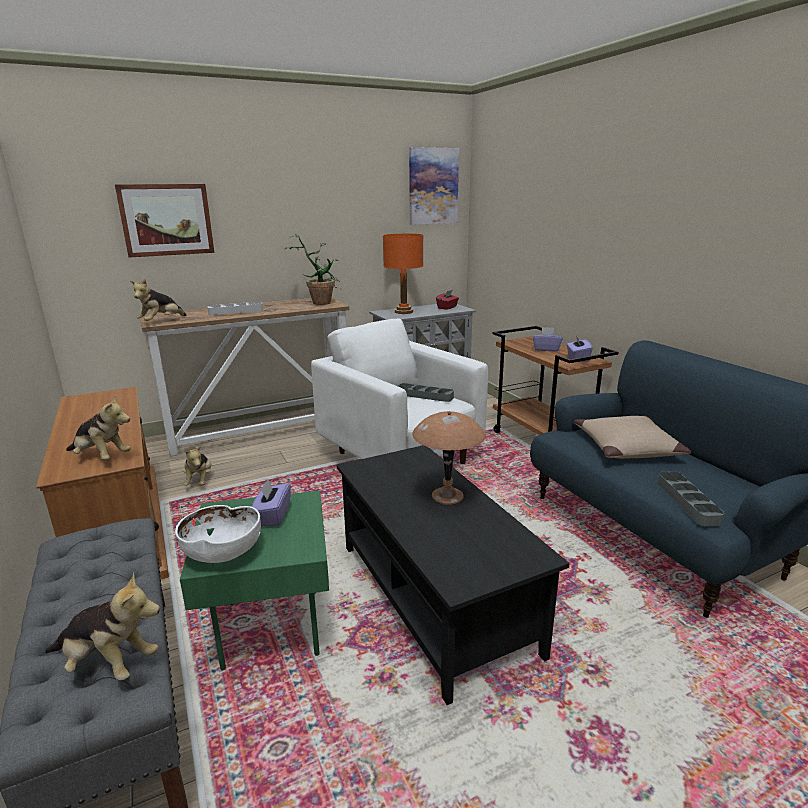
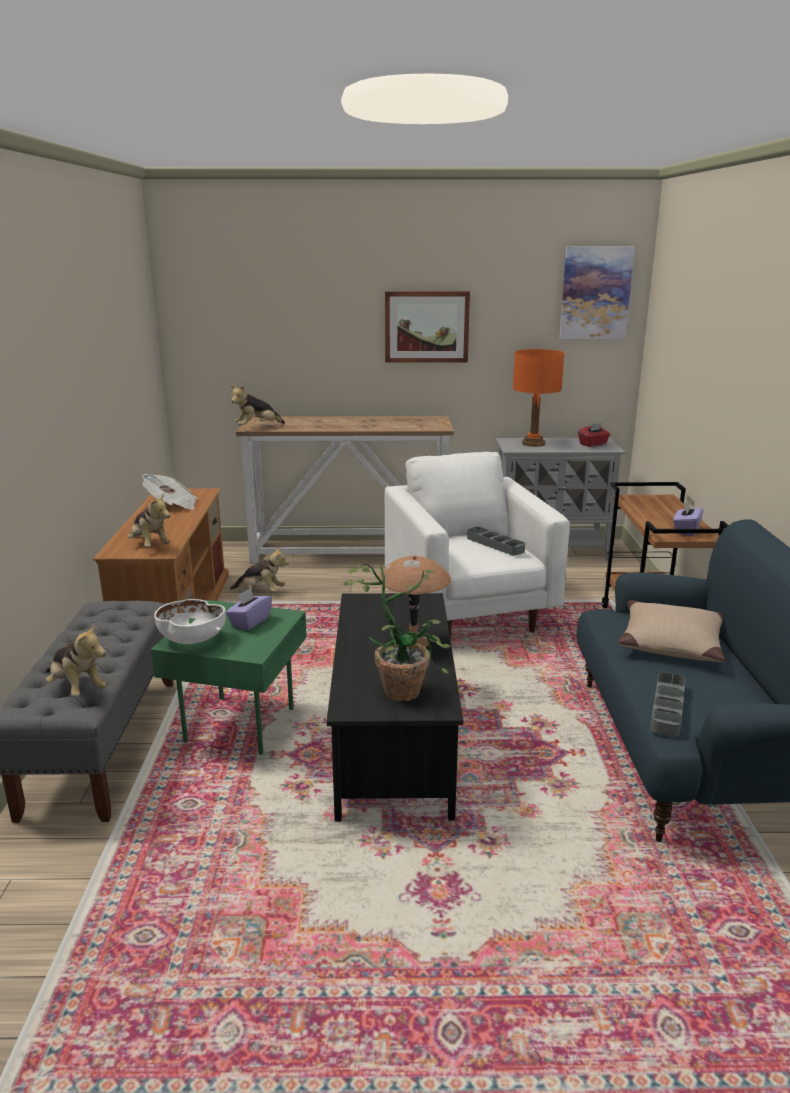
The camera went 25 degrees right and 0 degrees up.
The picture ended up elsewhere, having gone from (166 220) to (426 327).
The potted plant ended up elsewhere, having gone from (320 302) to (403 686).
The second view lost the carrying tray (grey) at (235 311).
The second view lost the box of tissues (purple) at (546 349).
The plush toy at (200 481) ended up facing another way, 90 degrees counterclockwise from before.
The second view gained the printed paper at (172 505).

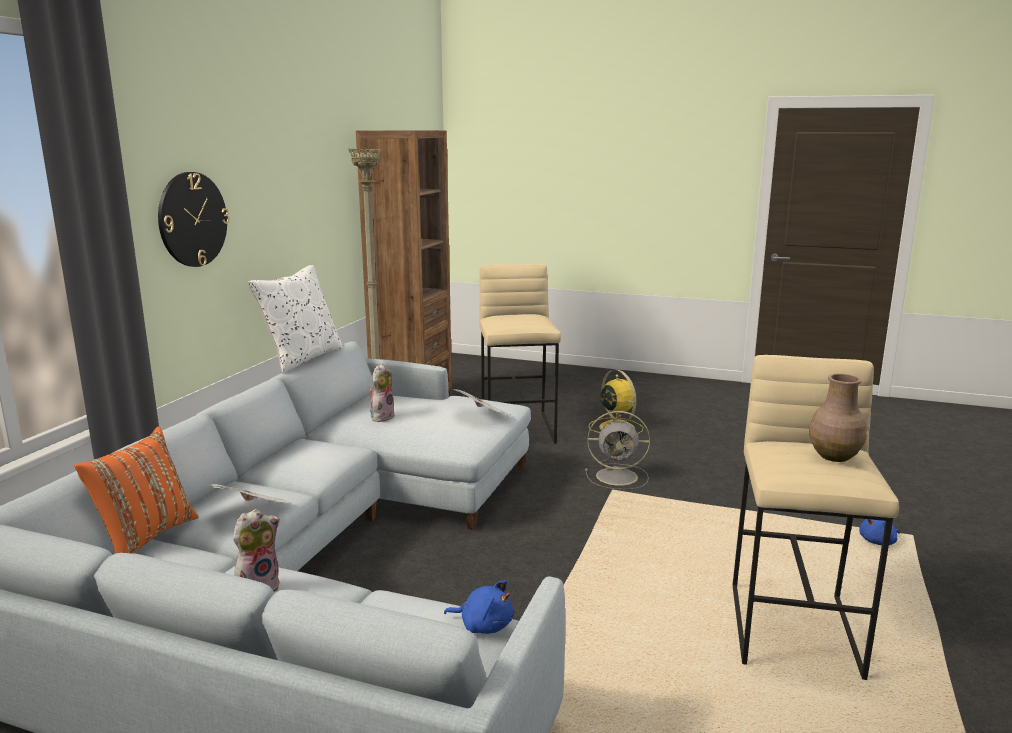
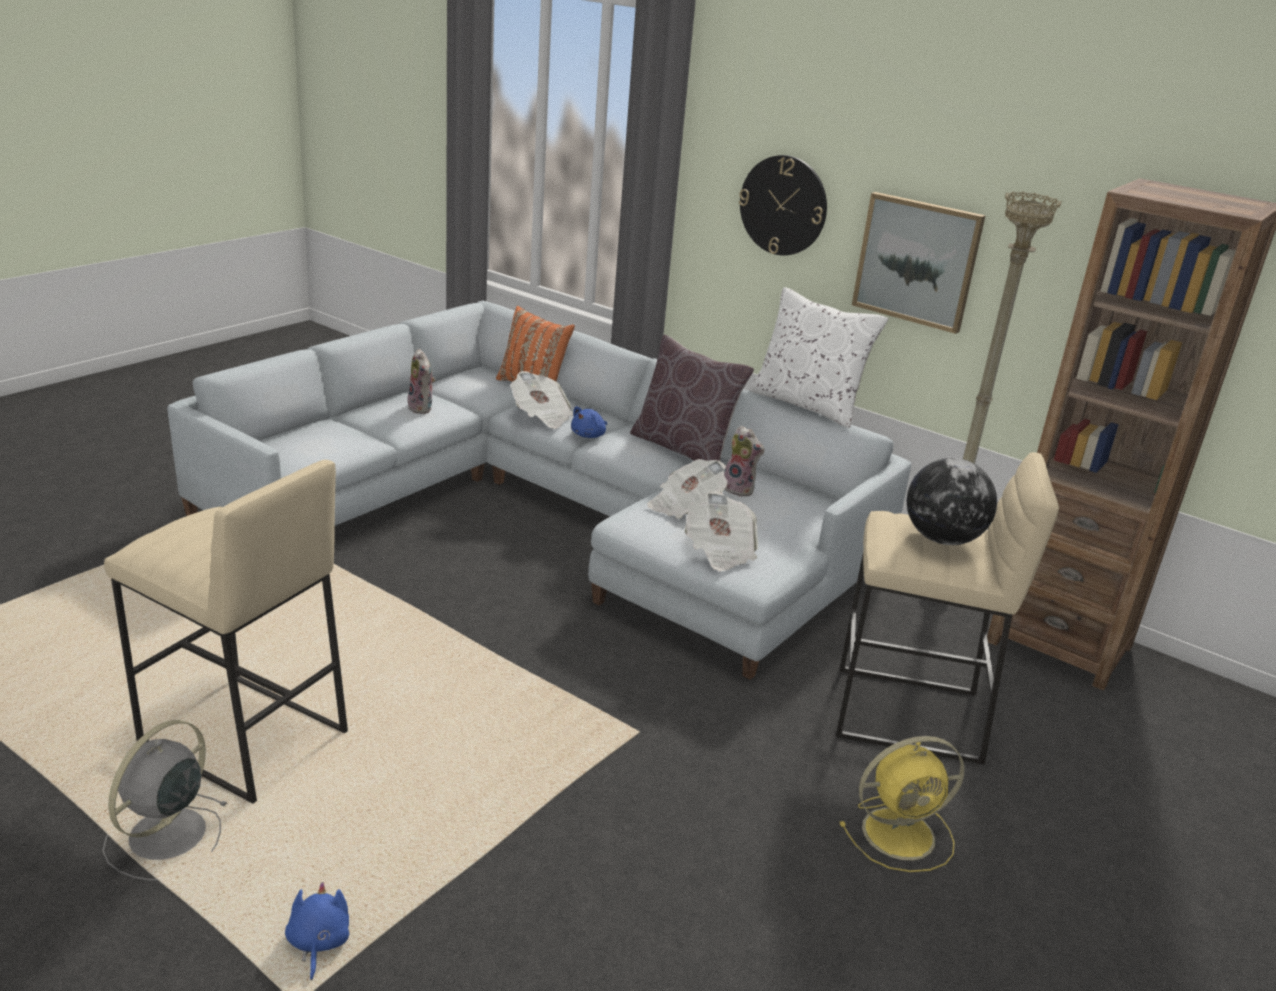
The camera went 105 degrees right and 10 degrees up.
The second view lost the vase (brown) at (833 456).
The fan (grey) ended up elsewhere, having gone from (619 477) to (165 837).
The plush toy (blue) ended up elsewhere, having gone from (484 625) to (589 435).
The second view gained the picture at (917 261).
The second view gained the cushion (brown) at (684 449).
The second view gained the globe at (942 539).
The second view gained the printed paper at (685 506).

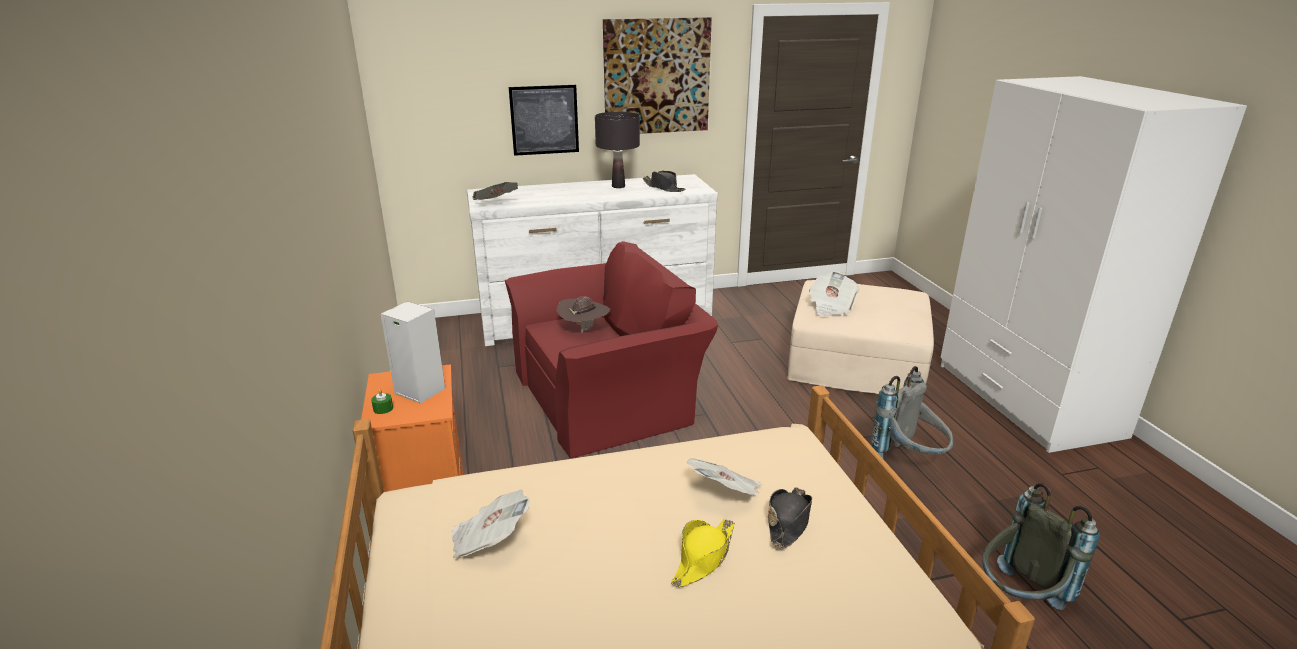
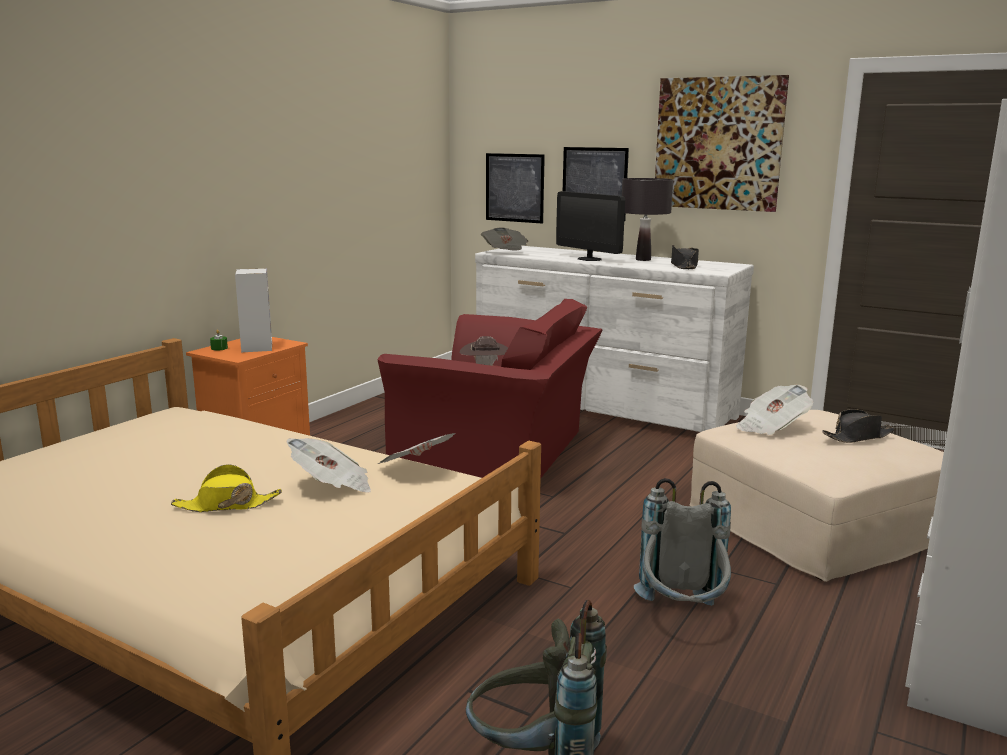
The camera went 45 degrees right and 10 degrees down.
The clothing hat (black-coloured) ended up elsewhere, having gone from (788 522) to (858 437).
The printed paper ended up elsewhere, having gone from (489 540) to (416 468).
The second view gained the picture at (514 188).
The second view gained the monitor at (589 259).

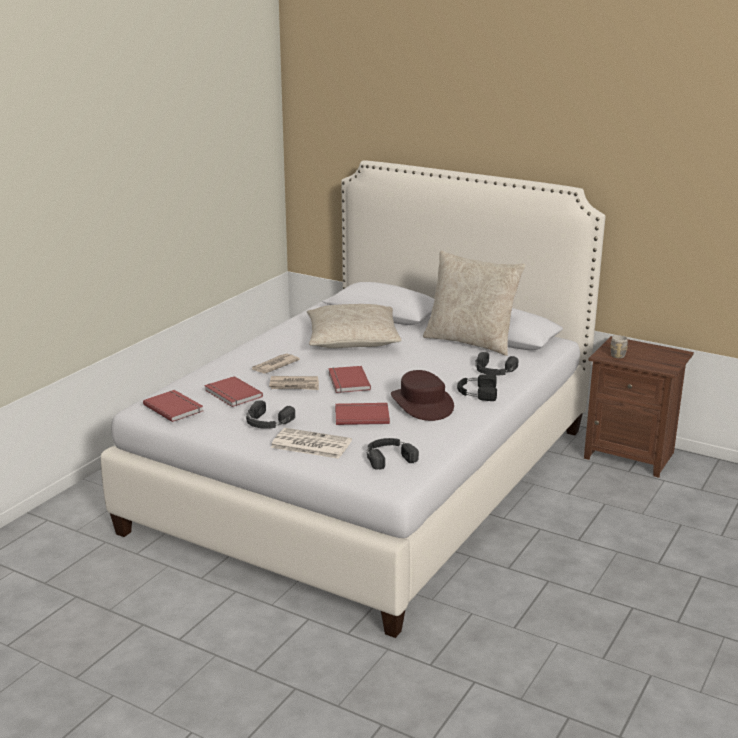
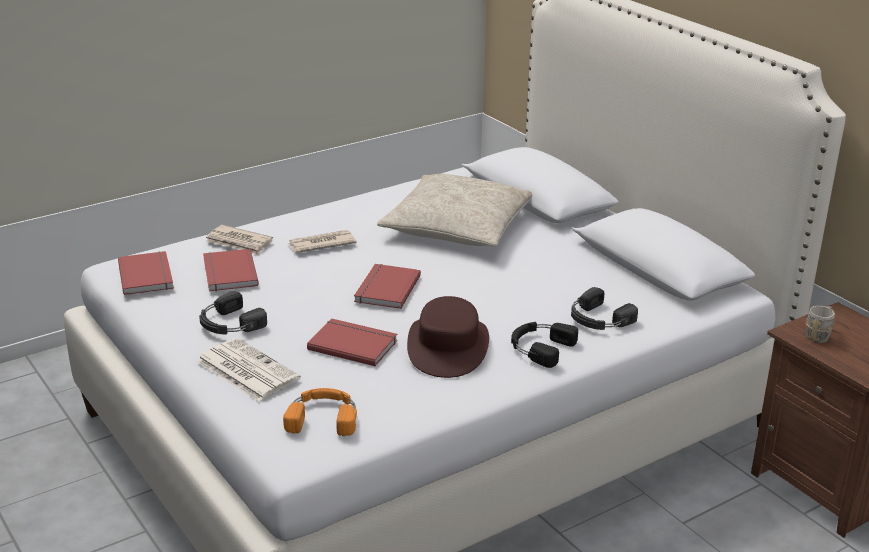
The camera went 25 degrees right and 5 degrees up.
The second view lost the cushion (beige) at (471 342).
The printed paper ended up elsewhere, having gone from (294 385) to (239 243).
What was the pair of headphones (black-coloured) at (388 457) turned into the pair of headphones (orange) at (323 417).

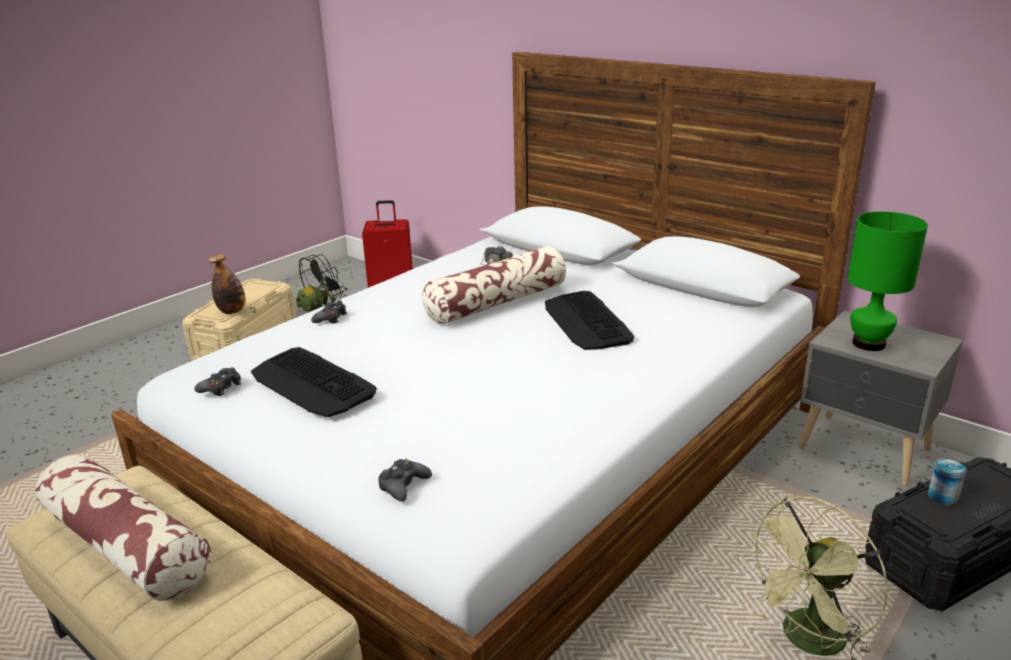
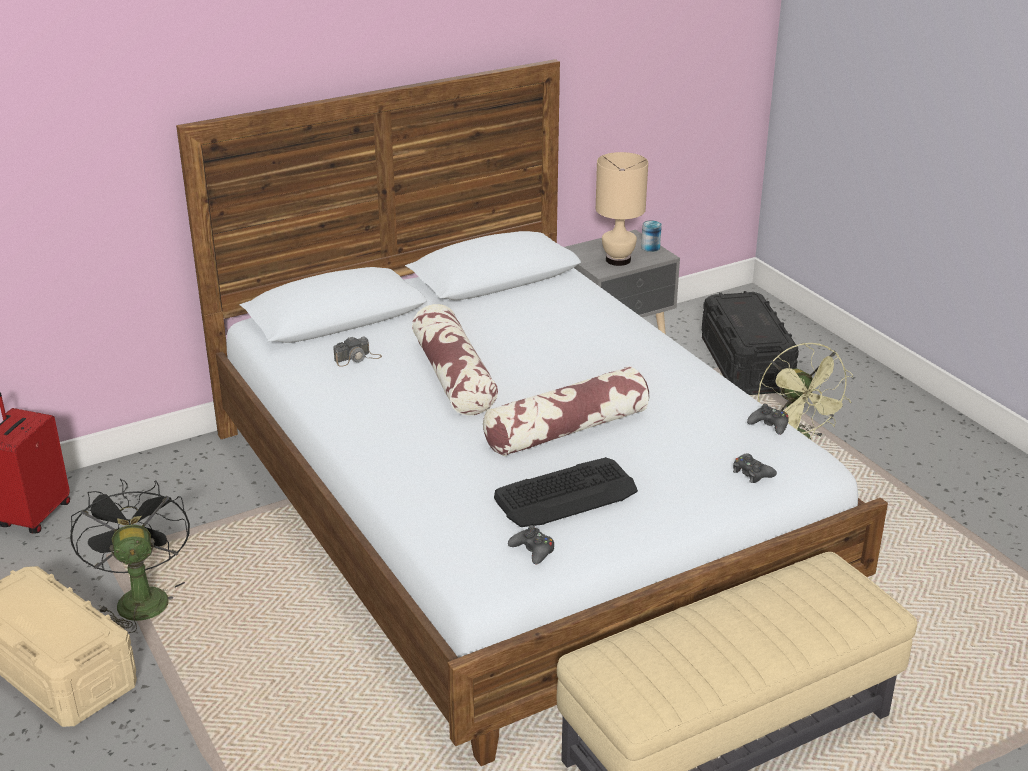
The camera went 70 degrees left and 5 degrees up.
What was the tabletop lamp (greenish) at (868 344) turned into the tabletop lamp (beige) at (618 260).
The second view lost the drink bottle at (232 311).
The second view lost the computer keyboard at (586 322).
The joypad (black-coloured) ended up elsewhere, having gone from (330 318) to (769 425).
The cushion ended up elsewhere, having gone from (125 546) to (566 430).
The sealed can ended up elsewhere, having gone from (943 496) to (650 247).

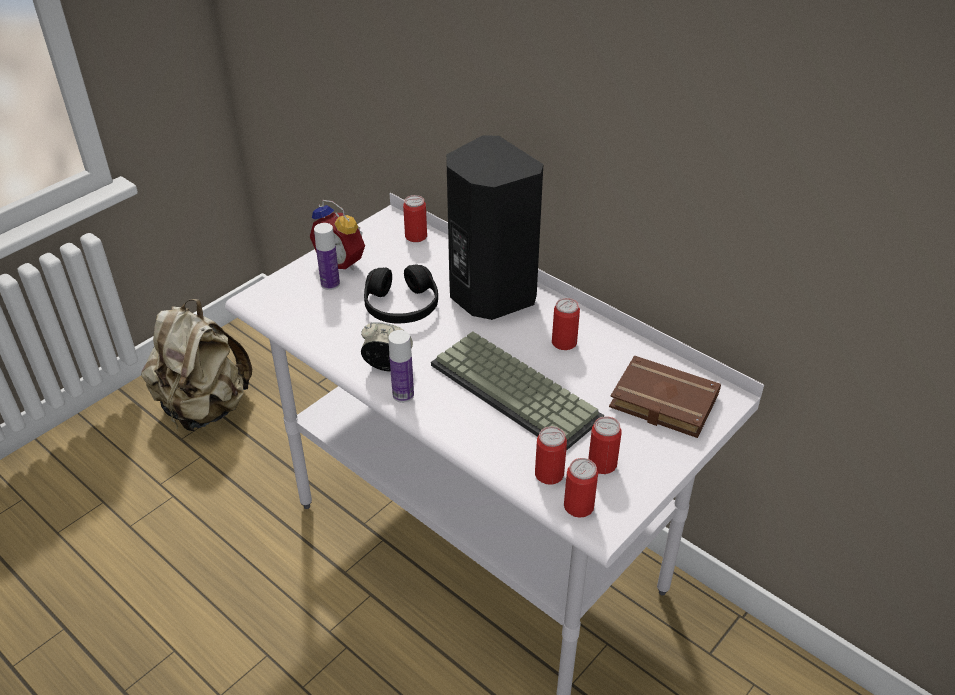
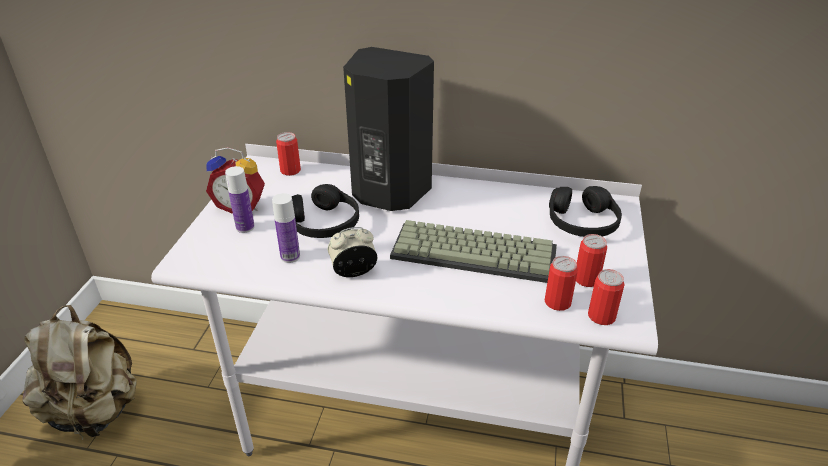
The camera went 30 degrees left and 5 degrees down.
The second view lost the sealed can at (564 342).
The drink bottle ended up elsewhere, having gone from (403 395) to (290 256).
Where the bound book (brown) stood at (660 403), the pair of headphones (black-coloured) came to stand at (582 223).

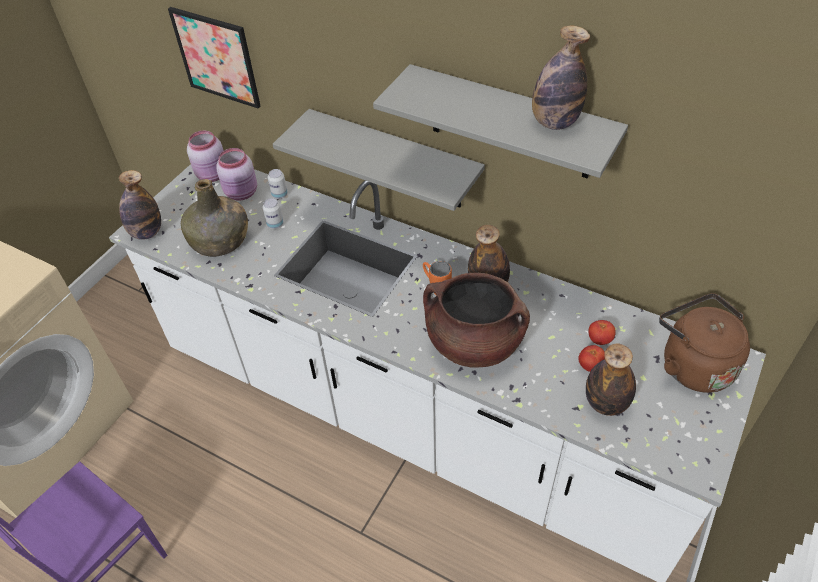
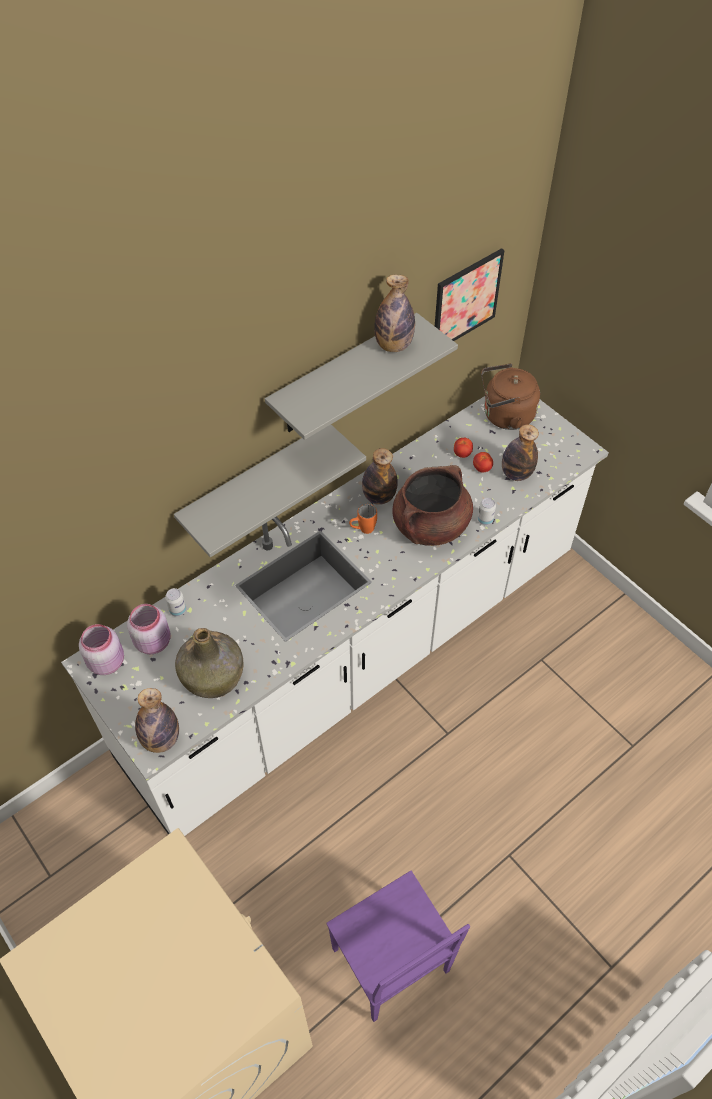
The camera went 70 degrees left and 5 degrees up.
The picture ended up elsewhere, having gone from (216 57) to (466 300).
The sealed can ended up elsewhere, having gone from (275 224) to (485 520).

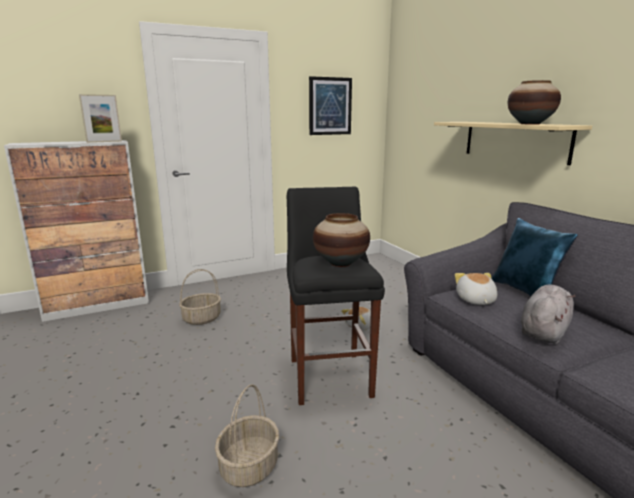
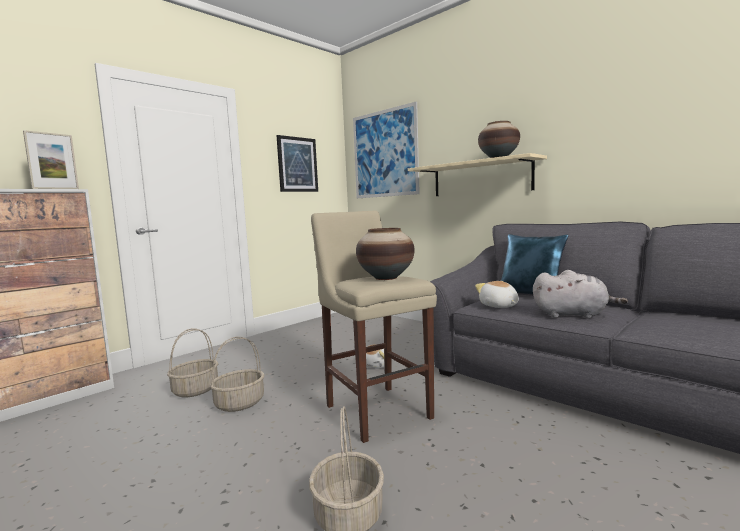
The camera went 20 degrees left and 10 degrees down.
What was the stool seat (black-coloured) at (329 374) turned into the stool seat (beige) at (376 409).
The plush toy (grey) at (544 331) ended up facing another way, 90 degrees clockwise from before.
The second view gained the picture at (384 154).
The second view gained the household basket at (240 403).

